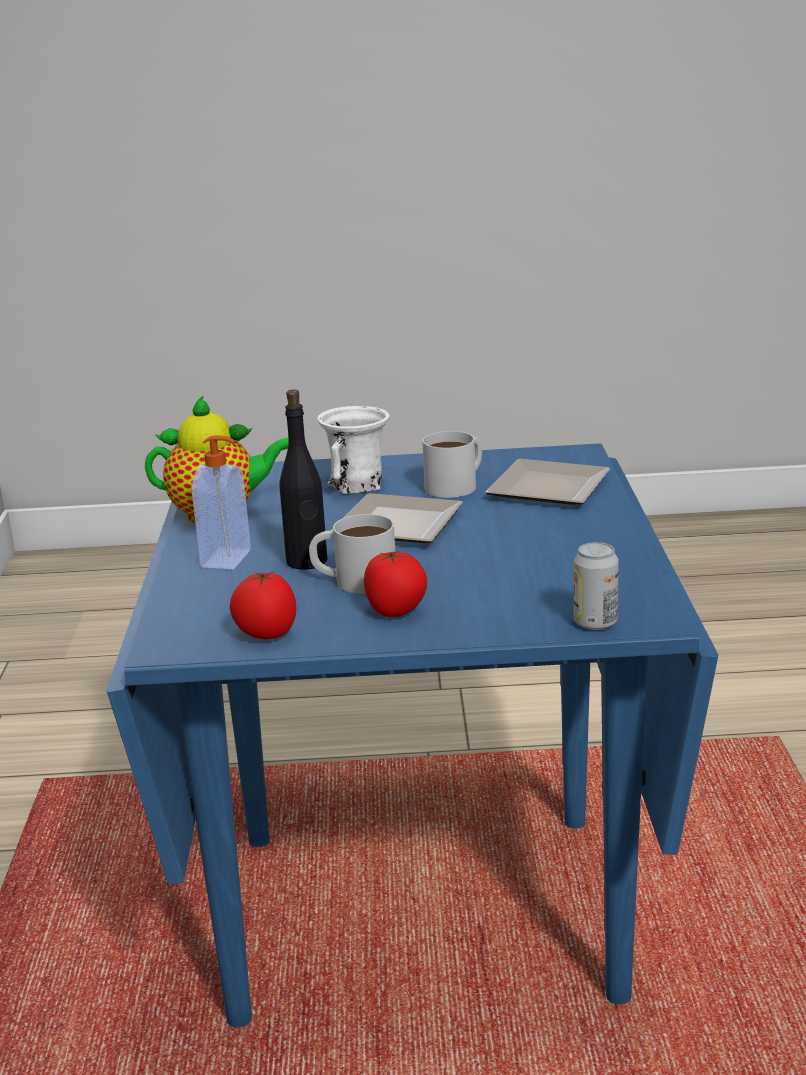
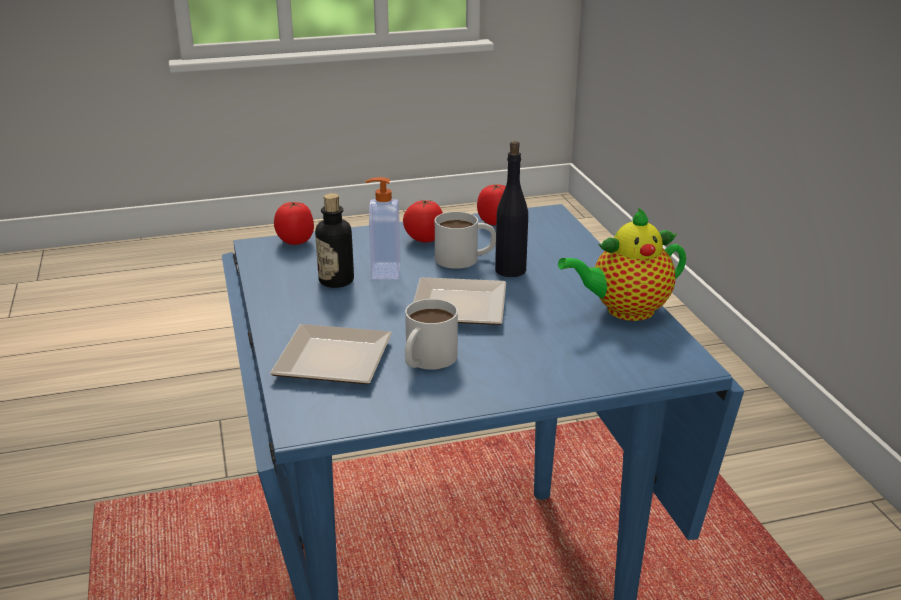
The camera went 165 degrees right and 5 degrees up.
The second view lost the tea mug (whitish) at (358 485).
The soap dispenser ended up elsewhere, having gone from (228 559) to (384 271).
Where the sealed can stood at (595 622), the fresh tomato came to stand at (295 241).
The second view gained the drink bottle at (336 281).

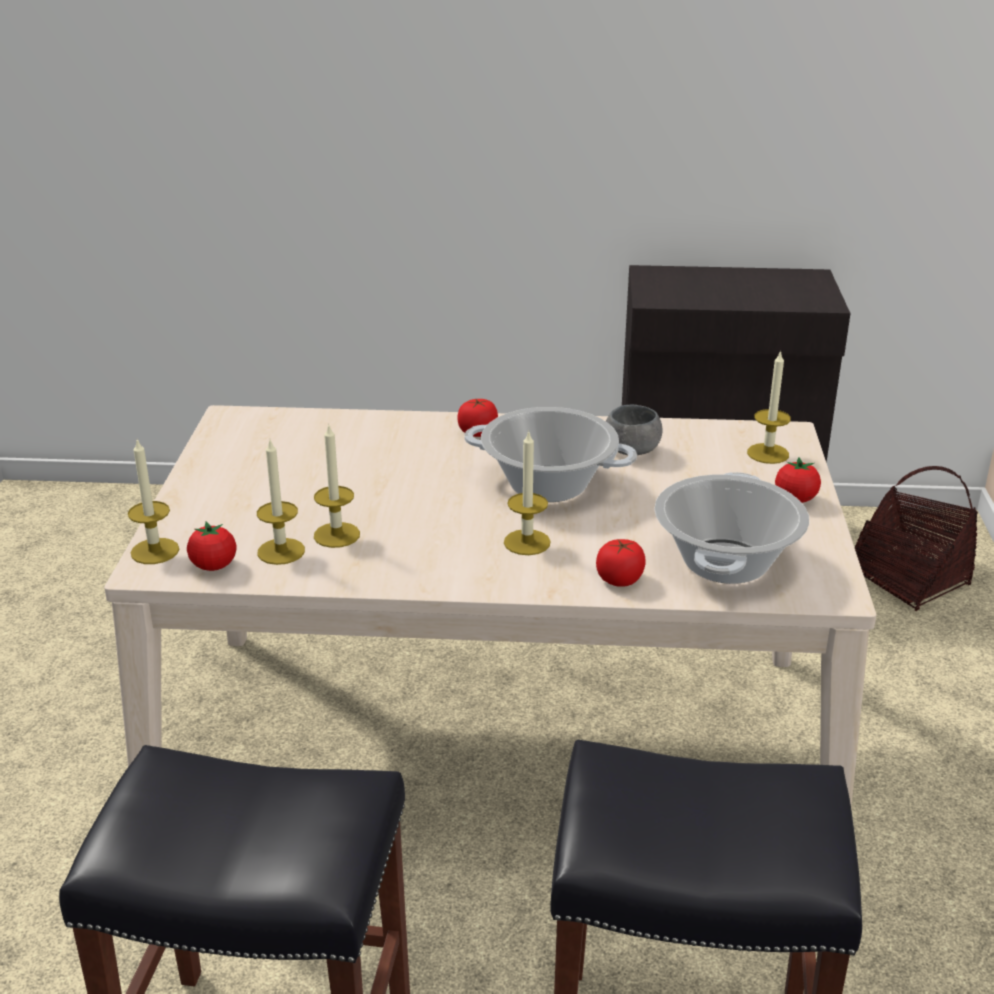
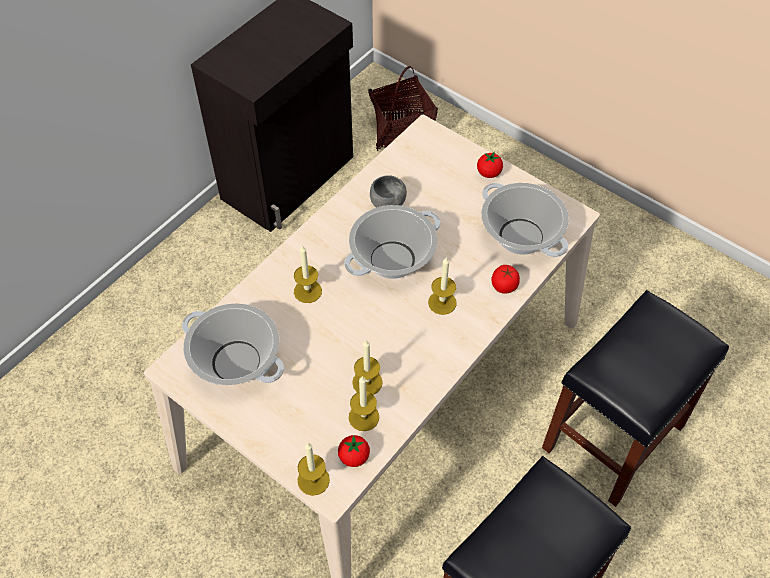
The camera went 55 degrees left and 25 degrees up.
The wax light ended up elsewhere, having gone from (768 453) to (307 291).
The second view lost the fresh tomato at (478 432).
The second view gained the saucepot at (236 362).

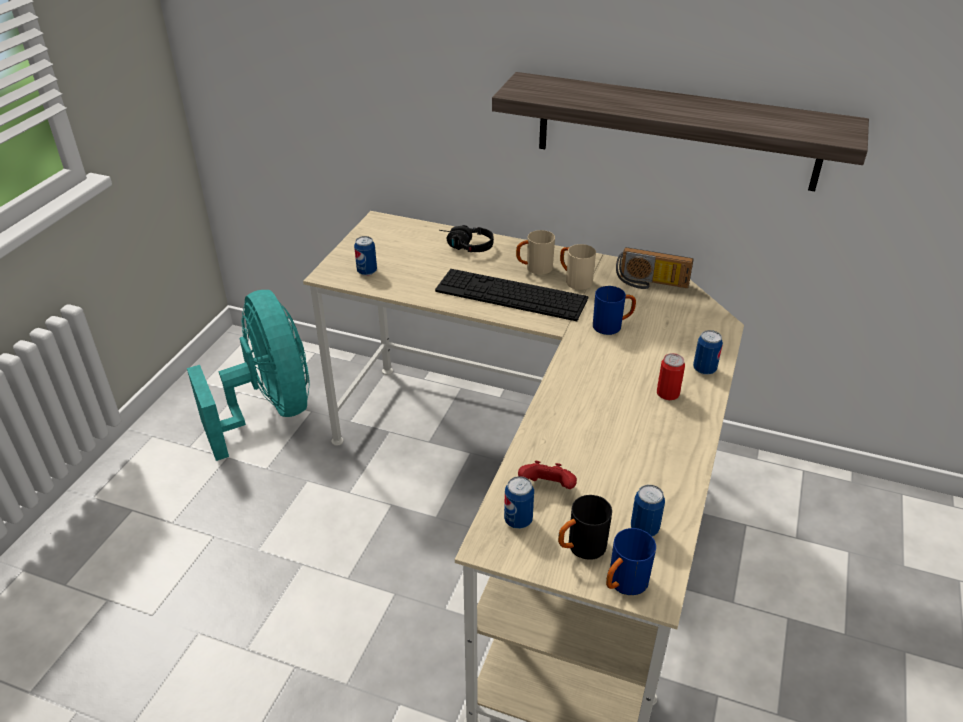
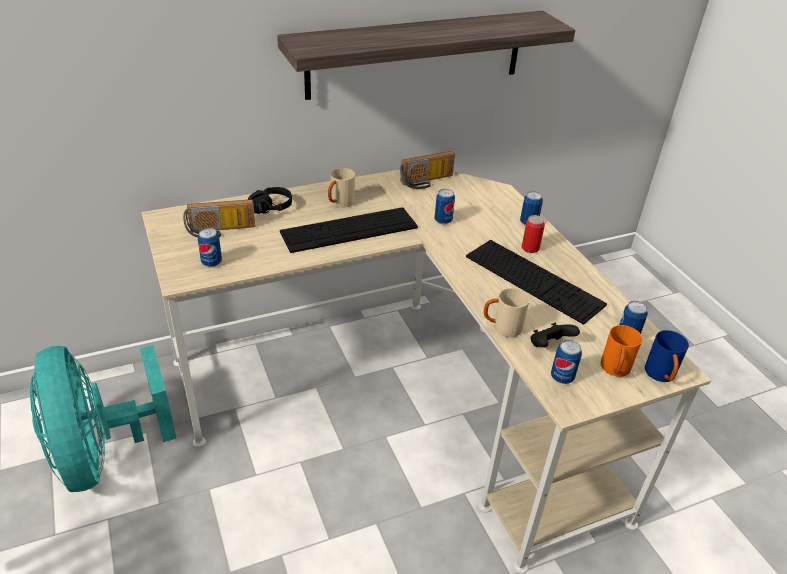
The camera went 45 degrees left and 0 degrees up.
The tea mug (beige) ended up elsewhere, having gone from (574 281) to (501 328).
Where the tea mug (blue) stood at (612 326), the sealed can came to stand at (443 220).
The fan (blue-green) at (269 410) ended up facing another way, 135 degrees counterclockwise from before.
What was the joypad (red) at (547 488) turned into the joypad (black-coloured) at (549 346).
What was the tea mug (black-coloured) at (580 548) turned into the tea mug (orange) at (615 371).
The second view gained the radio receiver at (221 231).
The second view gained the computer keyboard at (533 280).

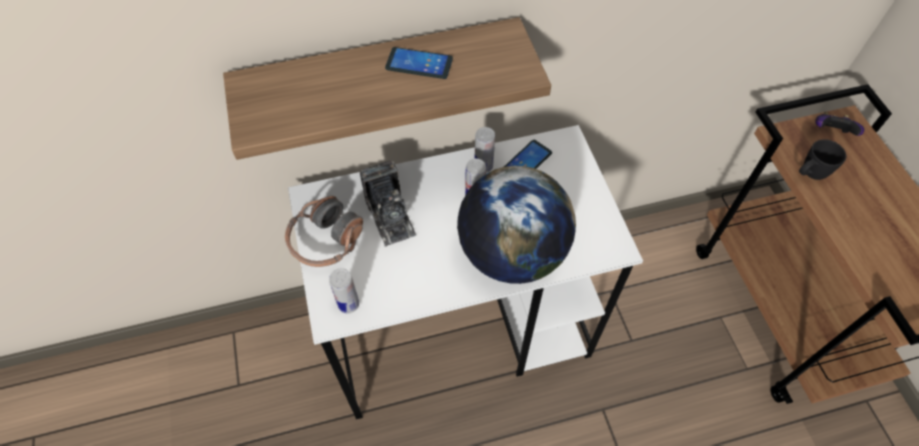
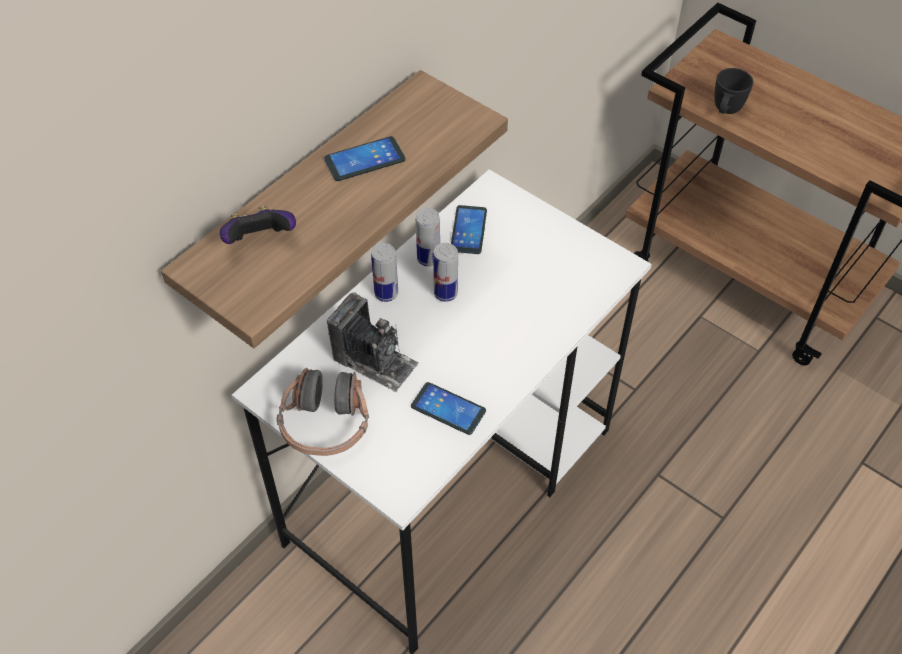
The camera went 35 degrees left and 5 degrees down.
The joypad ended up elsewhere, having gone from (830 133) to (260 241).
The second view lost the globe at (511 253).
The sealed can ended up elsewhere, having gone from (348 304) to (386 293).
The second view gained the handset at (448 409).

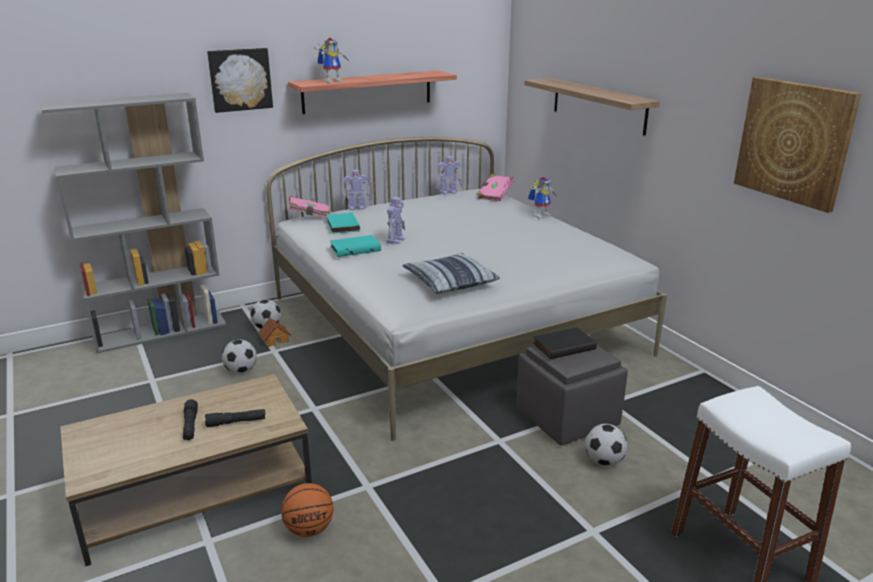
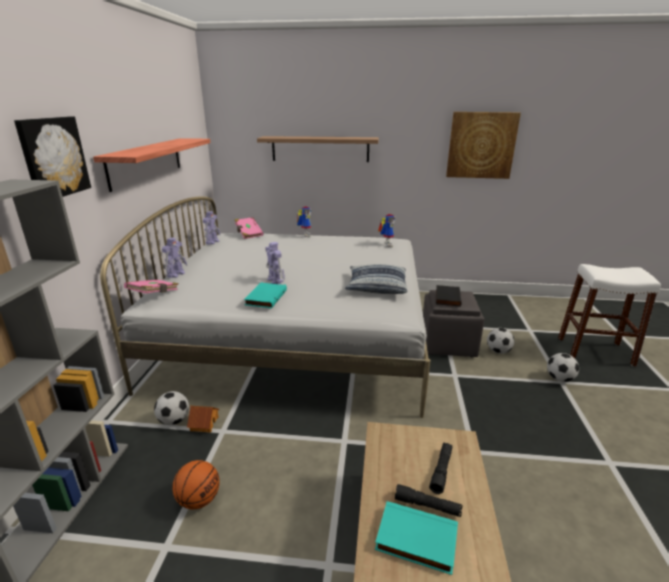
The camera went 55 degrees left and 0 degrees up.
The robot figure ended up elsewhere, having gone from (333 81) to (386 244).
The bound book (blue-green) ended up elsewhere, having gone from (341 226) to (415 541).
The football ball ended up elsewhere, having gone from (241 370) to (559 379).
The basketball ended up elsewhere, having gone from (309 529) to (199 500).

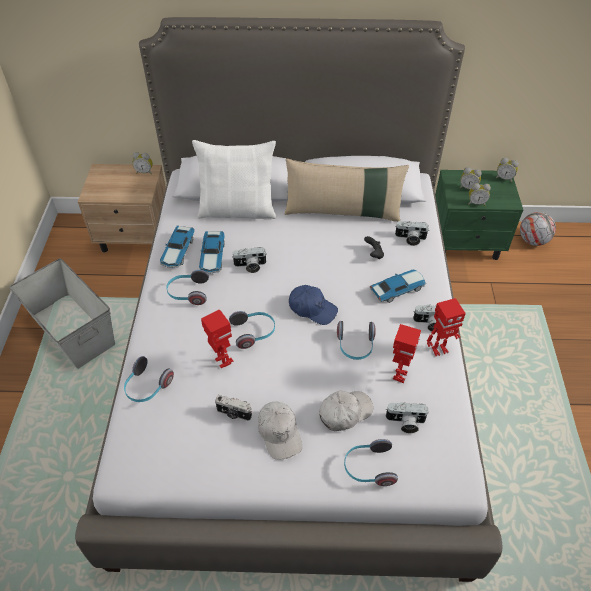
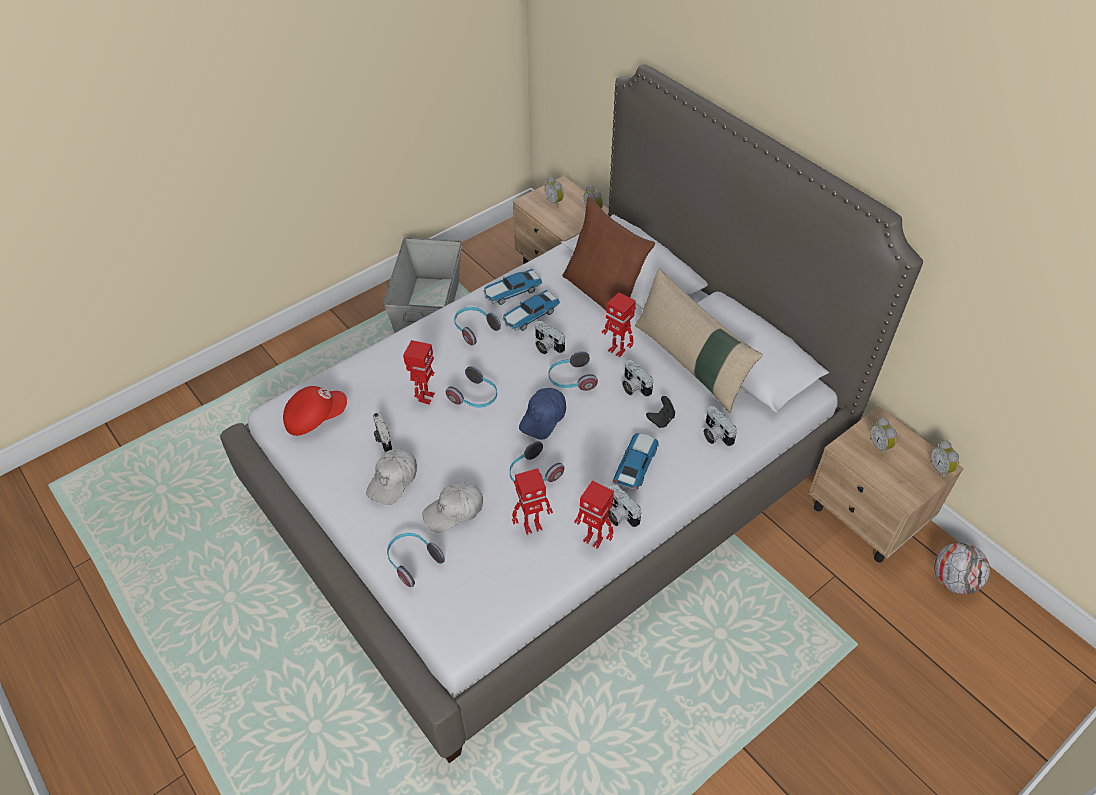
The camera went 50 degrees right and 0 degrees up.
What was the cushion (whitish) at (238 210) turned into the cushion (brown) at (603 293).
What was the nightstand (greenish) at (466 243) turned into the nightstand (beige) at (867 518).
The bedside clock ended up elsewhere, having gone from (476 203) to (555 202).
The toy car at (398 289) ended up facing another way, 90 degrees counterclockwise from before.
The baseball cap (blue) at (312 308) ended up facing another way, 45 degrees clockwise from before.
The pair of headphones ended up elsewhere, having gone from (147 387) to (571 379).
The baseball cap (whitish) at (344 412) ended up facing another way, 135 degrees clockwise from before.
The photo camera ended up elsewhere, having gone from (405 422) to (633 386).
The second view gained the robot figure at (617 350).
The second view gained the baseball cap (red) at (315 417).

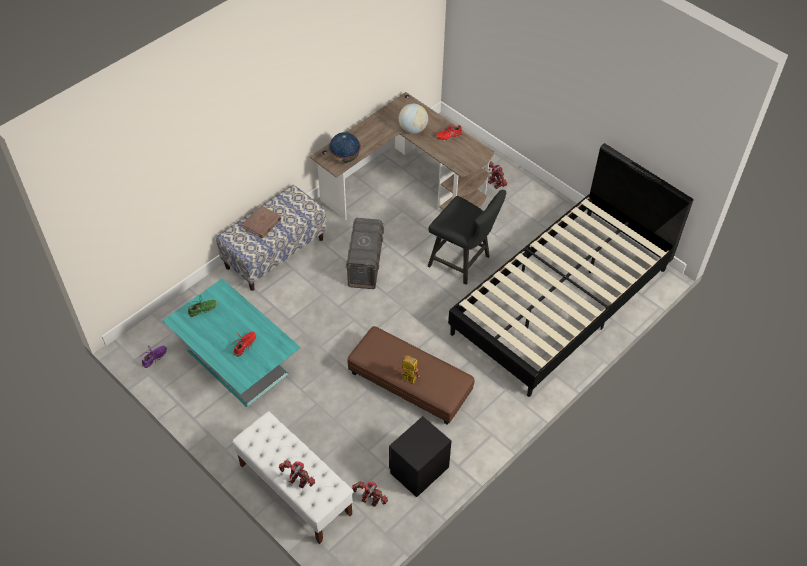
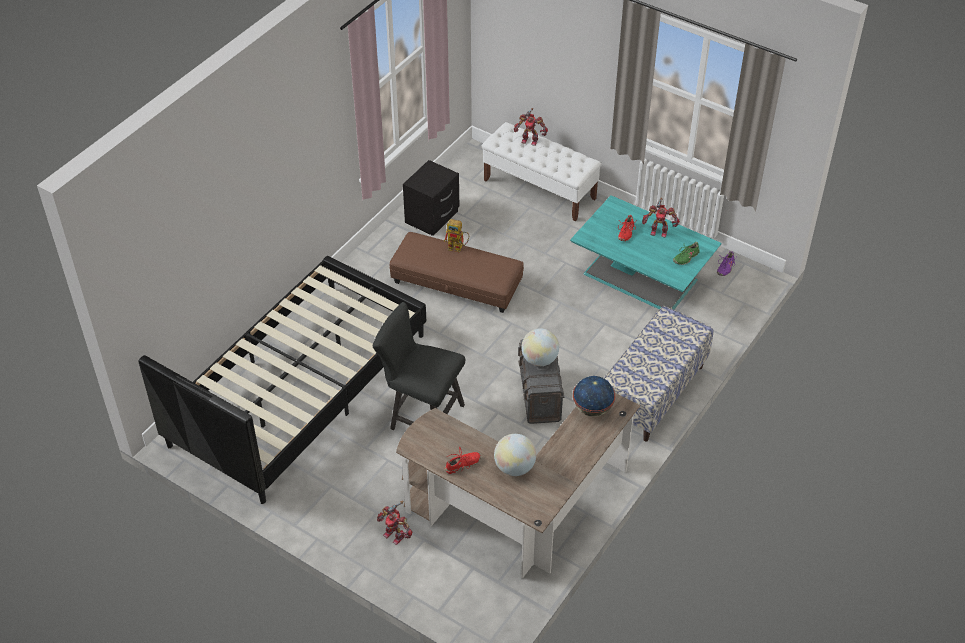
The camera went 170 degrees right and 5 degrees down.
The second view lost the bound book (brown) at (262 223).
The robot figure ended up elsewhere, having gone from (370 500) to (659 231).
The second view gained the globe at (539 359).

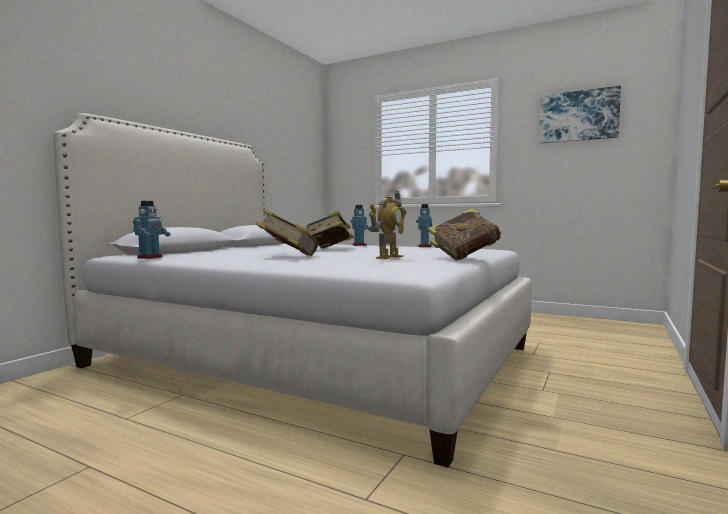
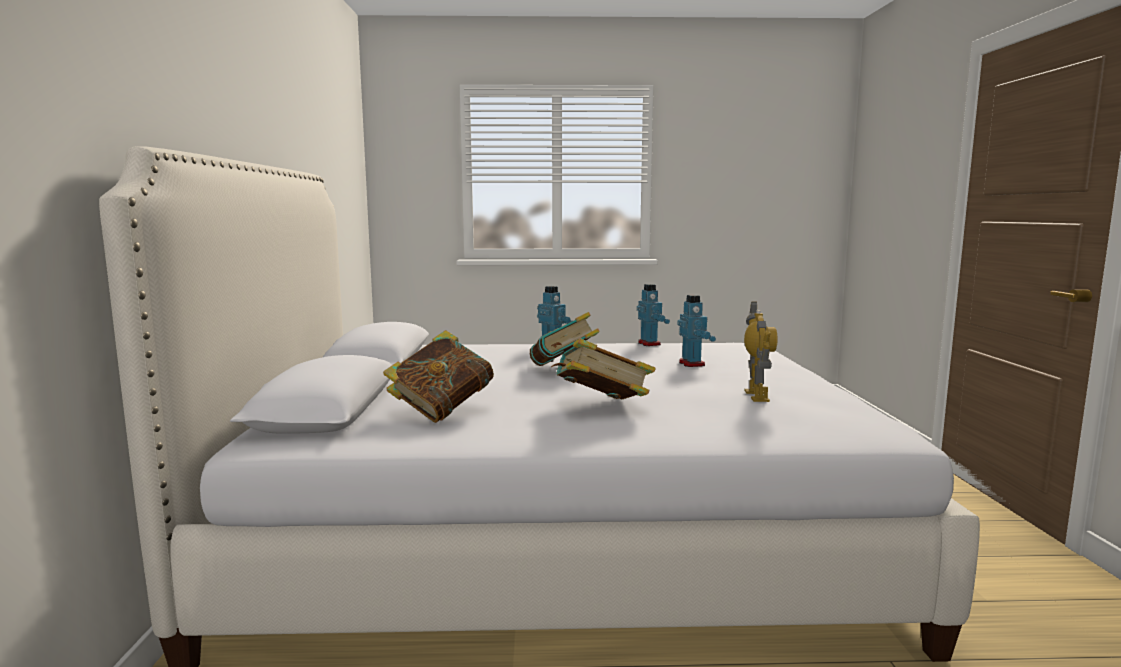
The camera went 30 degrees left and 5 degrees up.
The second view lost the picture at (578 116).
The robot figure ended up elsewhere, having gone from (150 257) to (692 364).
The bound book ended up elsewhere, having gone from (464 258) to (442 411).

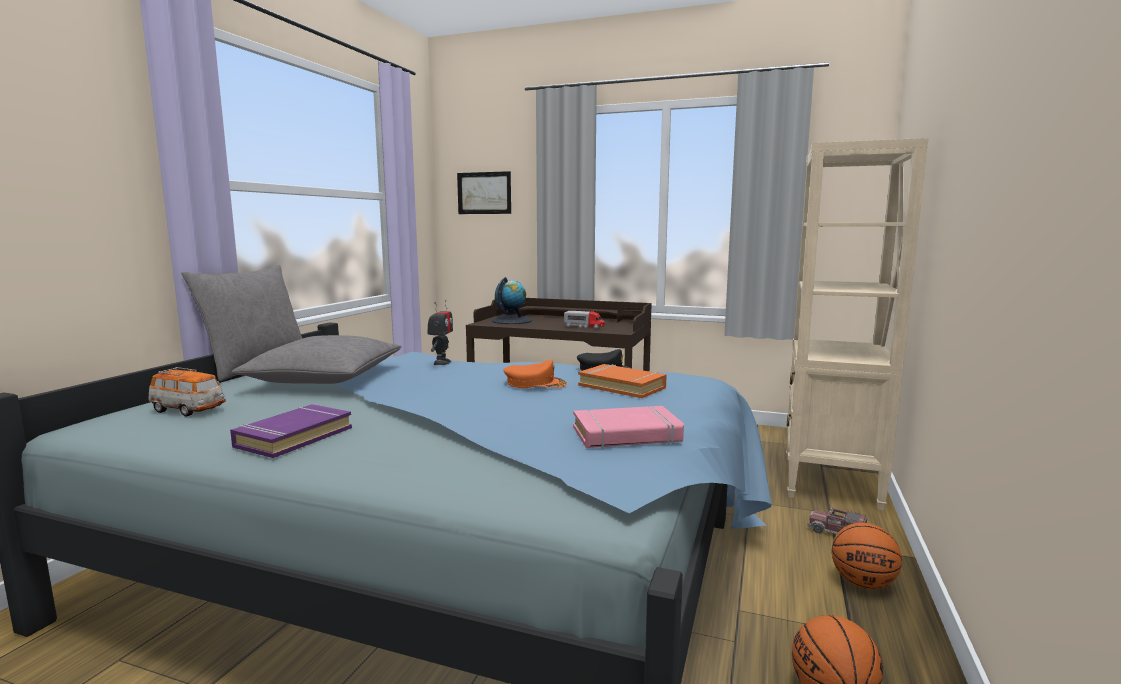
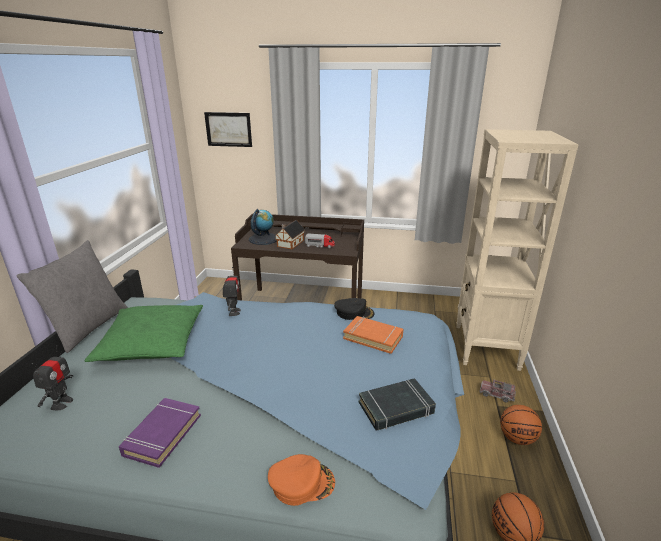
The camera went 10 degrees left and 15 degrees up.
What was the cushion (grey) at (324 377) turned into the cushion (greenish) at (152 342).
The baseball cap (orange) ended up elsewhere, having gone from (535 383) to (301 483).
Where the toy car stood at (188 410), the robot figure came to stand at (62 403).
What was the bound book (pinkish) at (626 435) turned into the bound book (black-coloured) at (396 408).
The second view gained the model house at (289 244).

